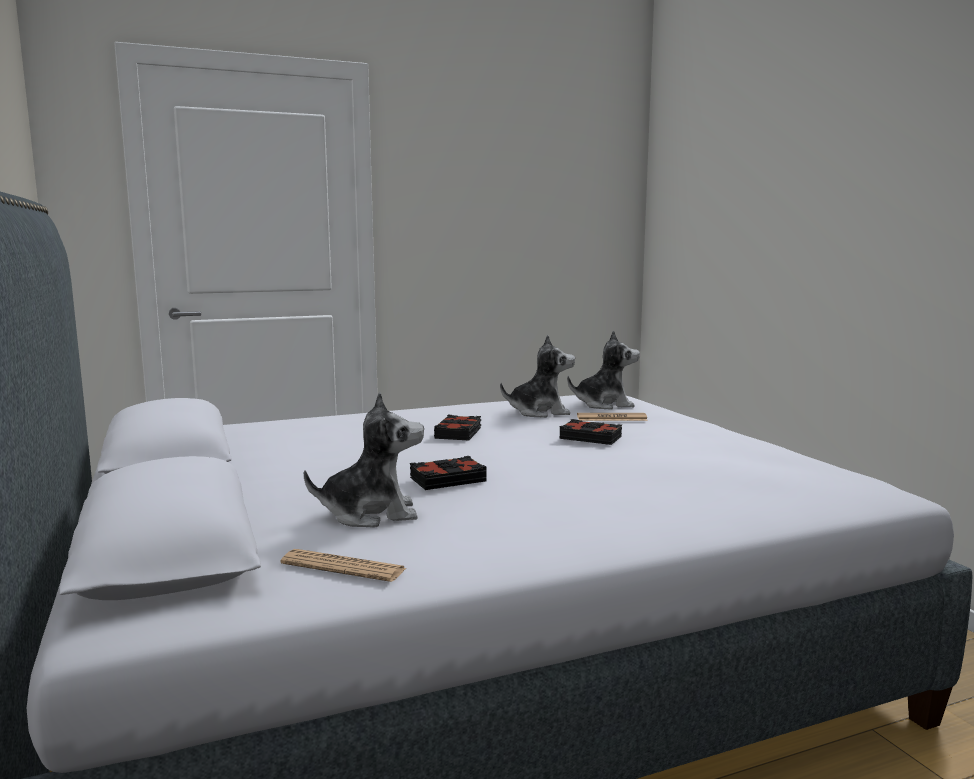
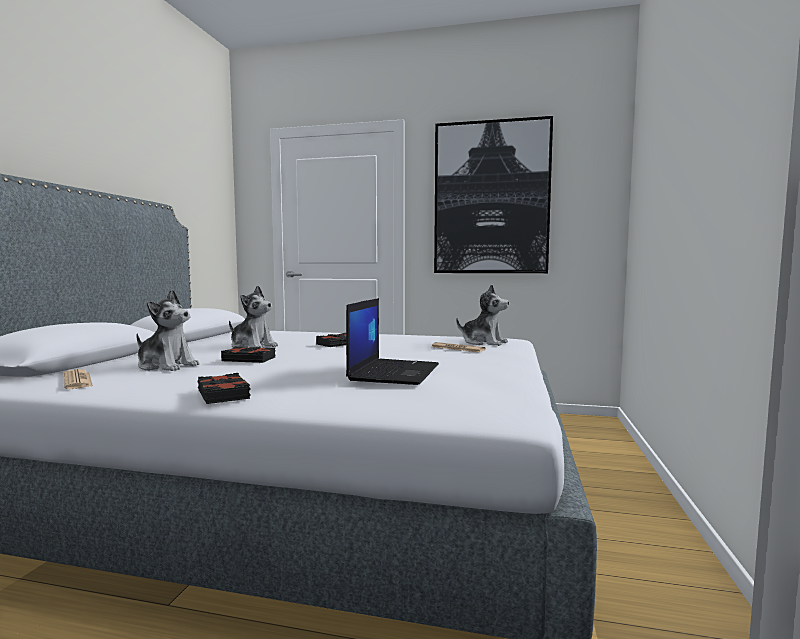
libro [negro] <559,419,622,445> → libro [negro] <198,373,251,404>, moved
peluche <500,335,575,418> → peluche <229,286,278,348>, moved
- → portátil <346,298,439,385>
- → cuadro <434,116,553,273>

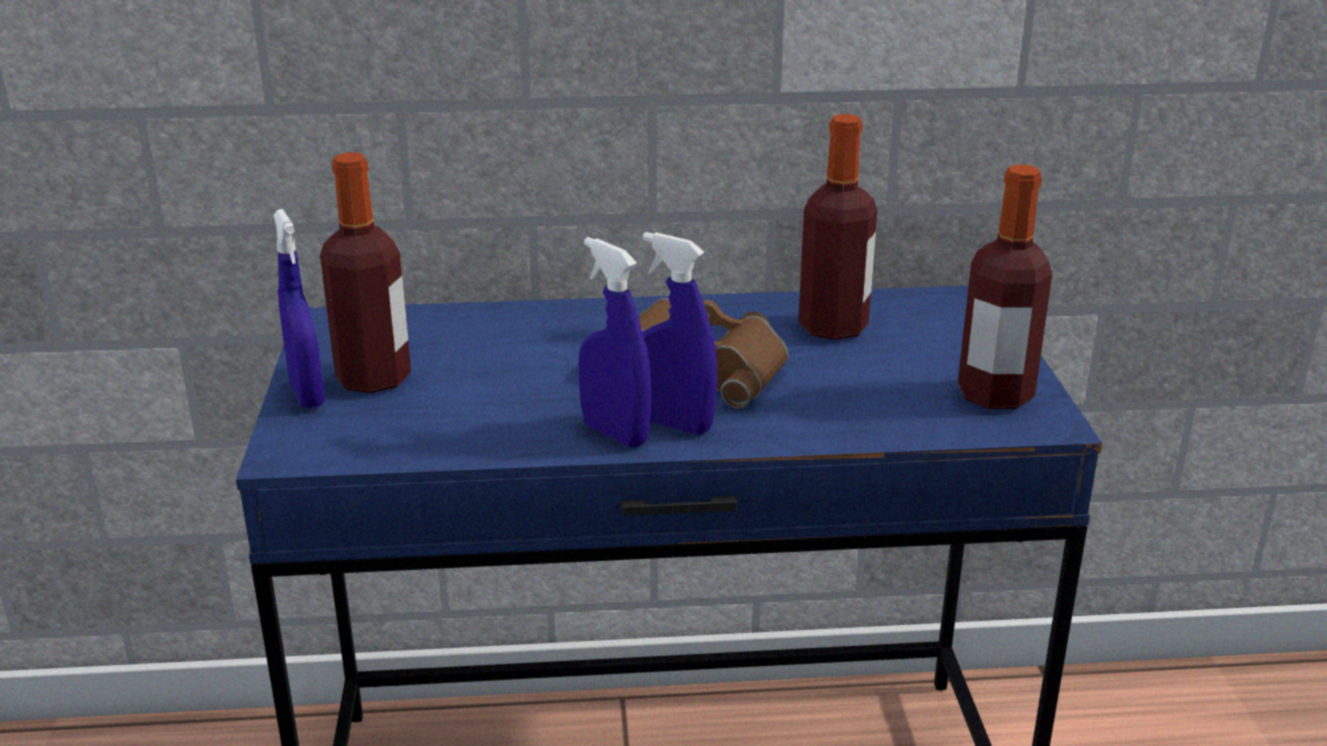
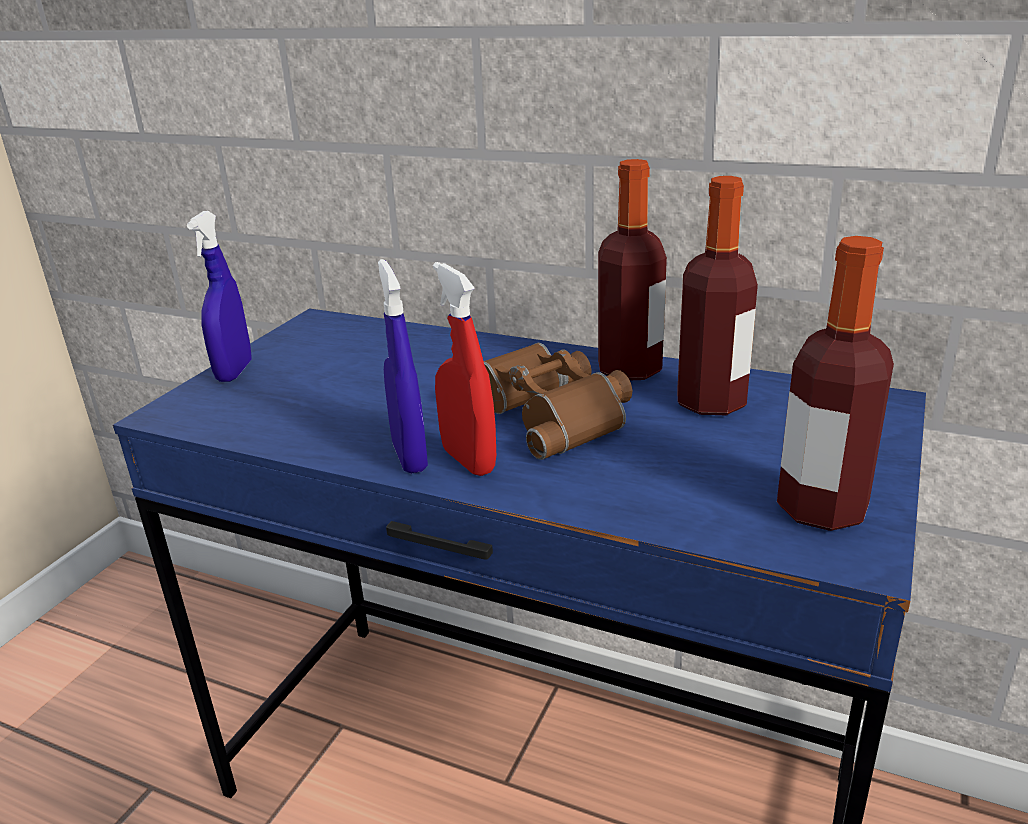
pulverizador [azul] <643,232,717,435> → pulverizador [rojo] <433,262,496,476>
botella <320,152,411,393> → botella <598,159,667,380>, moved

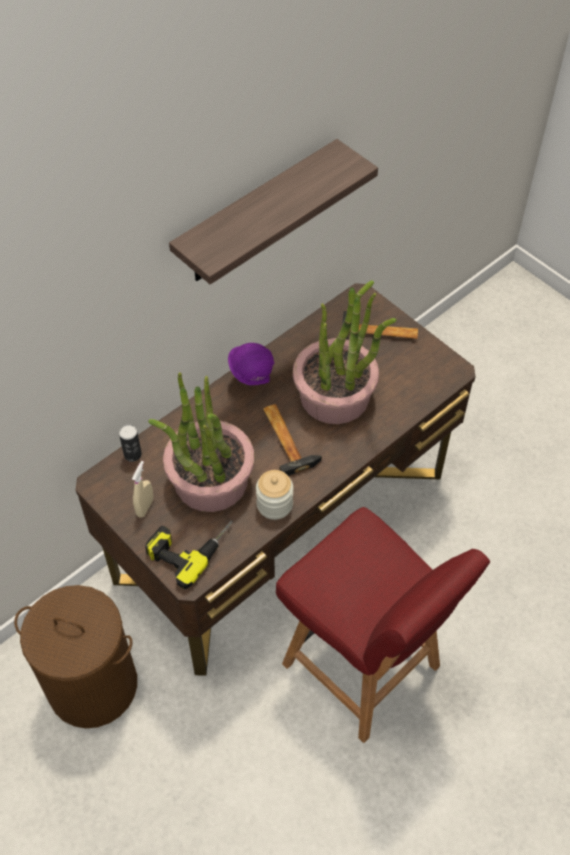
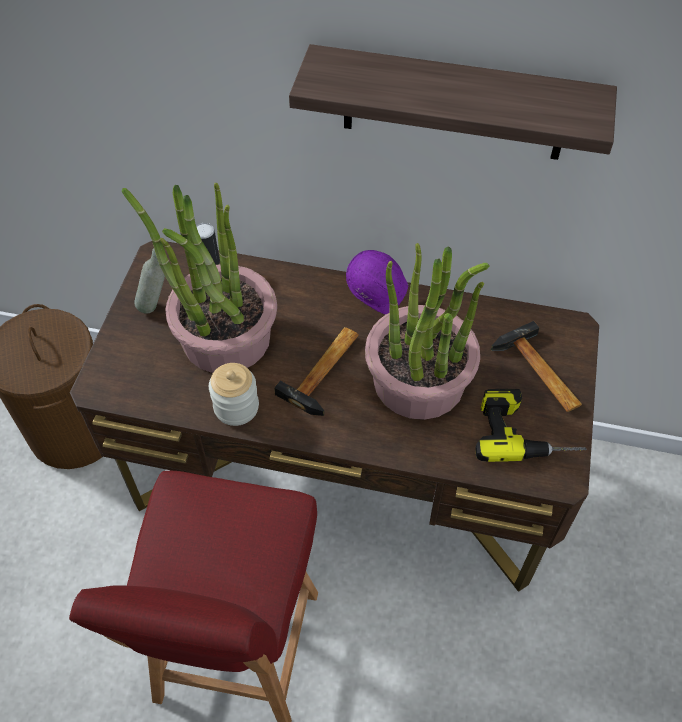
pulverizador [beis] <132,461,153,517> → botella [gris] <134,248,165,314>
taladro <145,521,233,589> → taladro <475,389,586,462>, moved

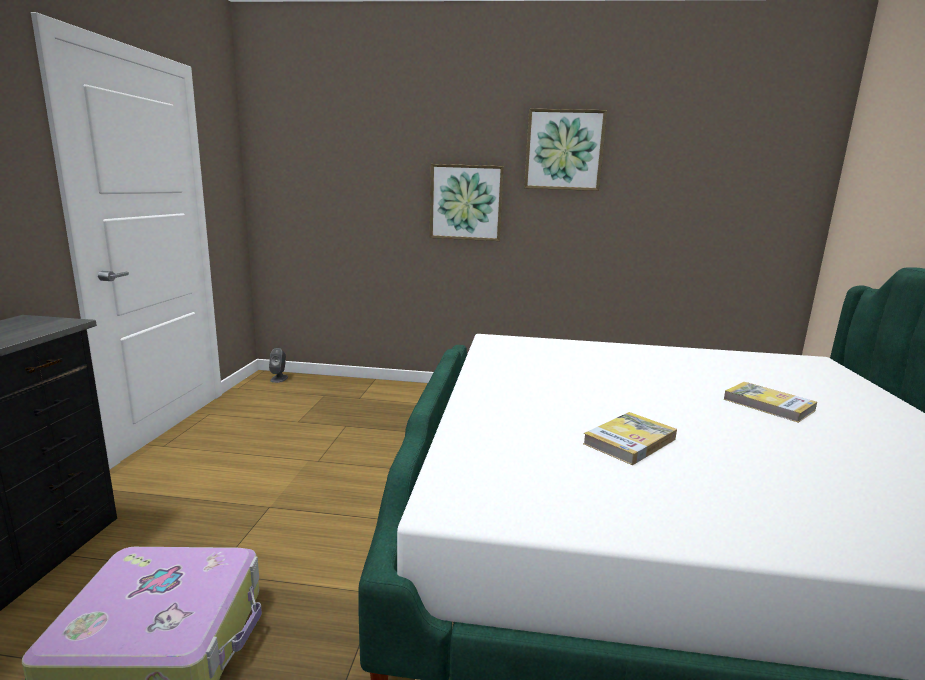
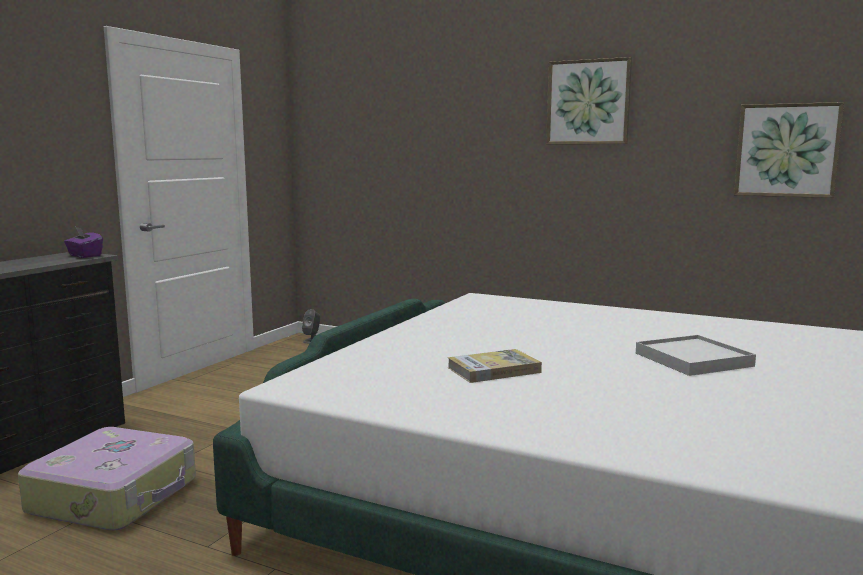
- → caja de pañuelos [morado] <64,227,103,258>
libro <723,382,817,423> → bandeja [blanco] <636,335,756,376>
cuadro <430,164,504,241> → cuadro <734,102,844,198>, moved

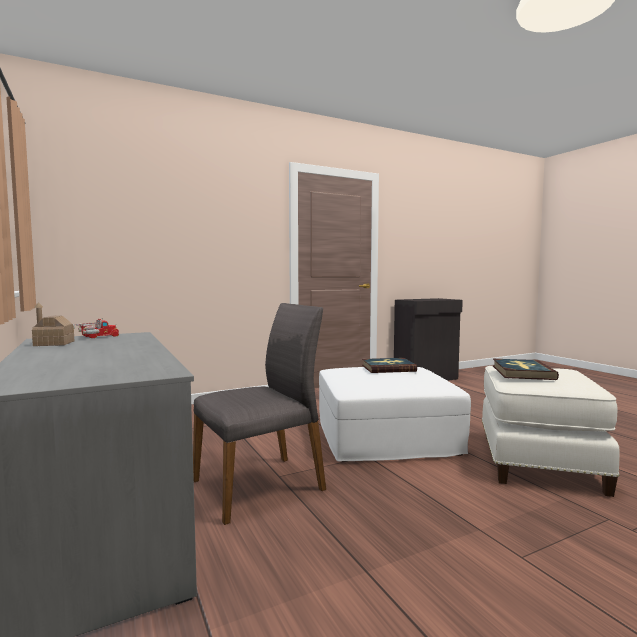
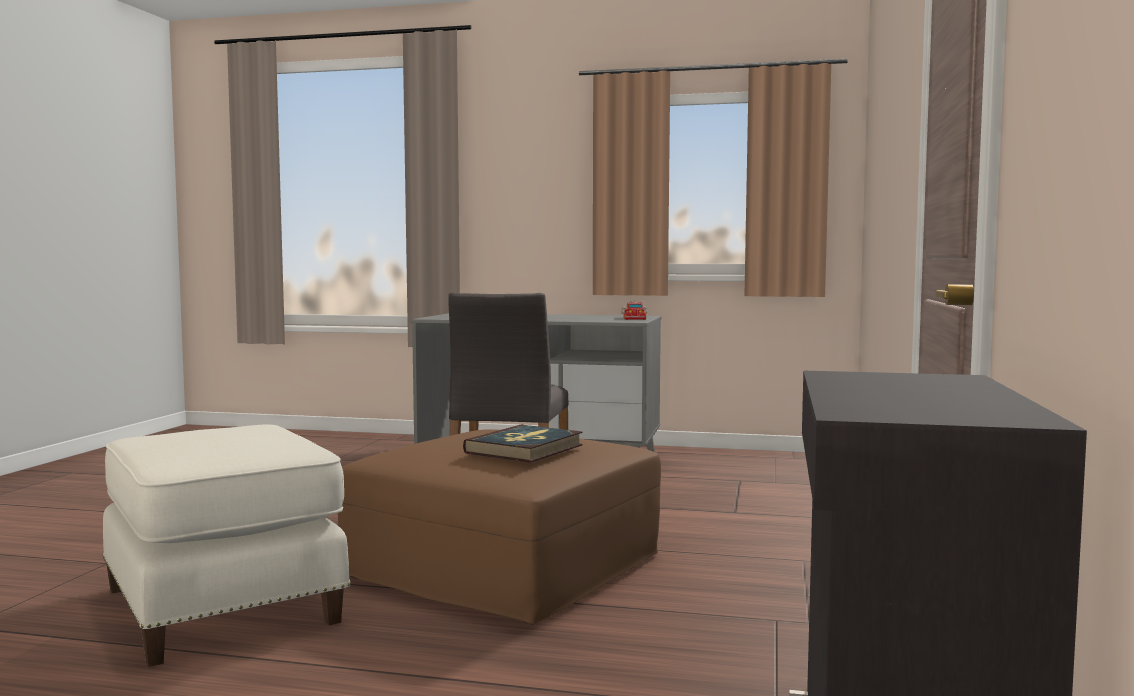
puf [blanco] <319,367,471,462> → puf [marrón] <338,429,661,624>
casita <32,302,74,346> → -
libro <493,359,559,380> → -

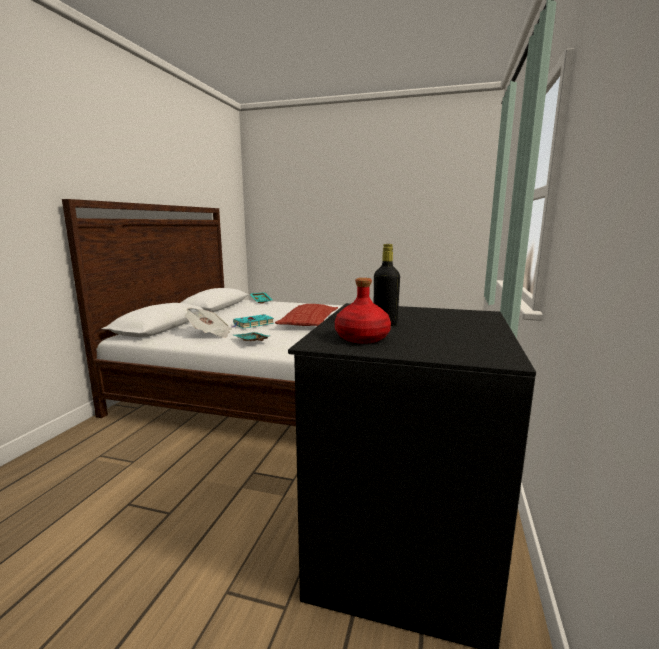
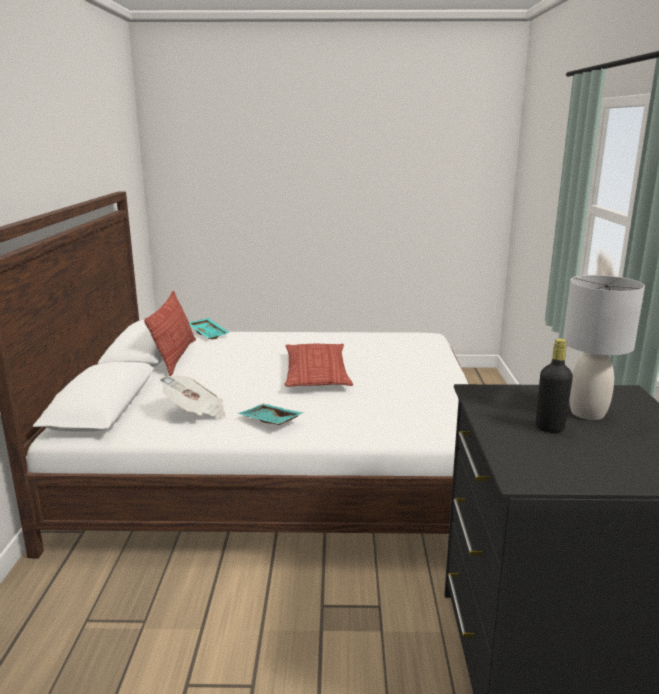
- → cojín <144,291,196,376>
- → lámpara de mesa [gris] <563,275,645,420>
libro [turquesa] <232,314,274,329> → -
botella [rojo] <335,278,391,344> → -

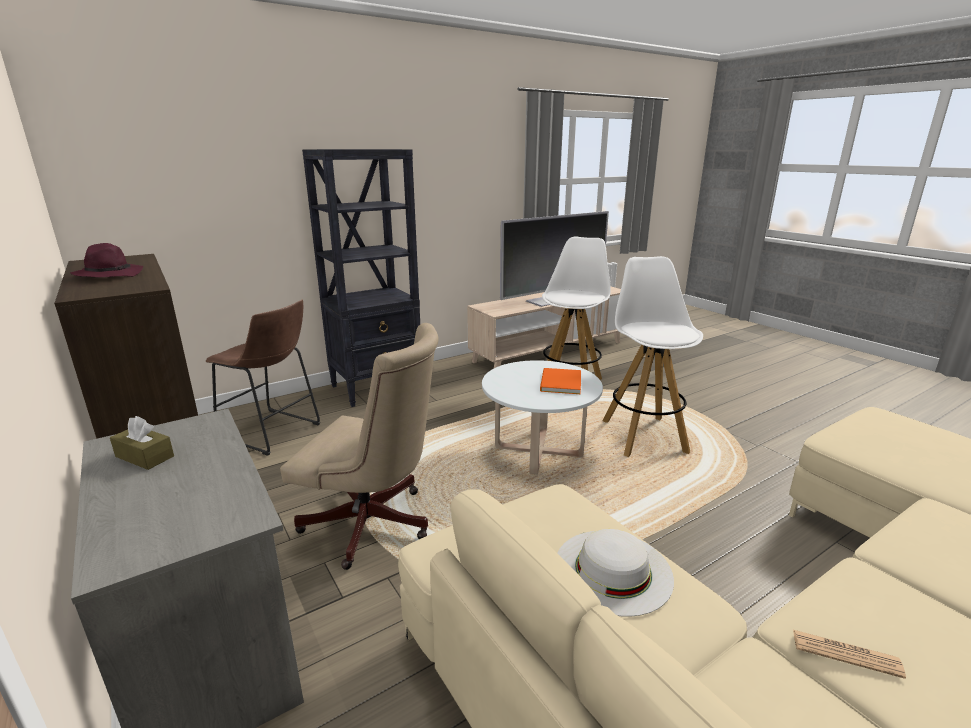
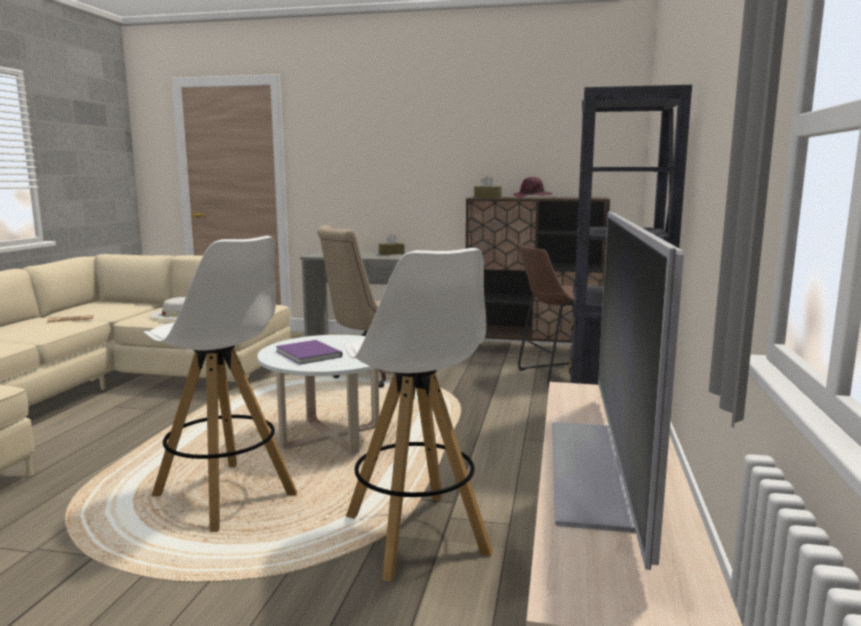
libro [naranja] <540,368,581,394> → libro [morado] <276,340,343,365>
- → caja de pañuelos [marrón] <474,176,502,198>

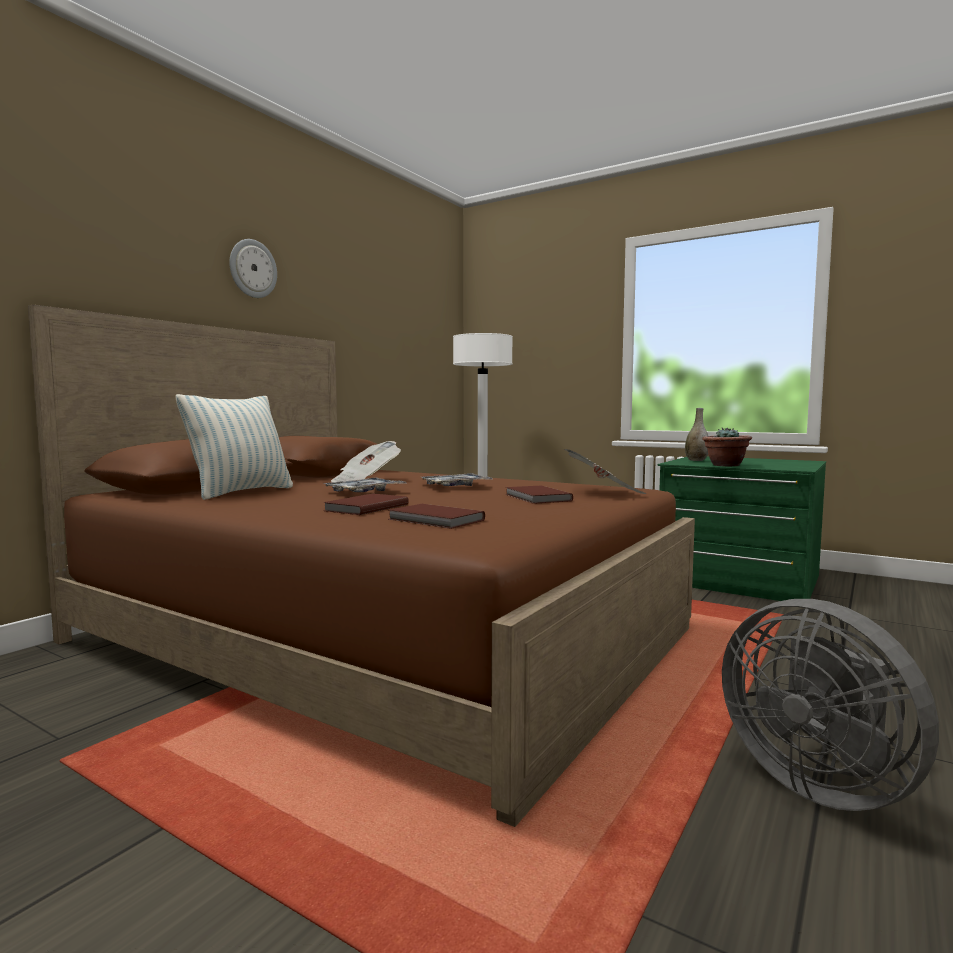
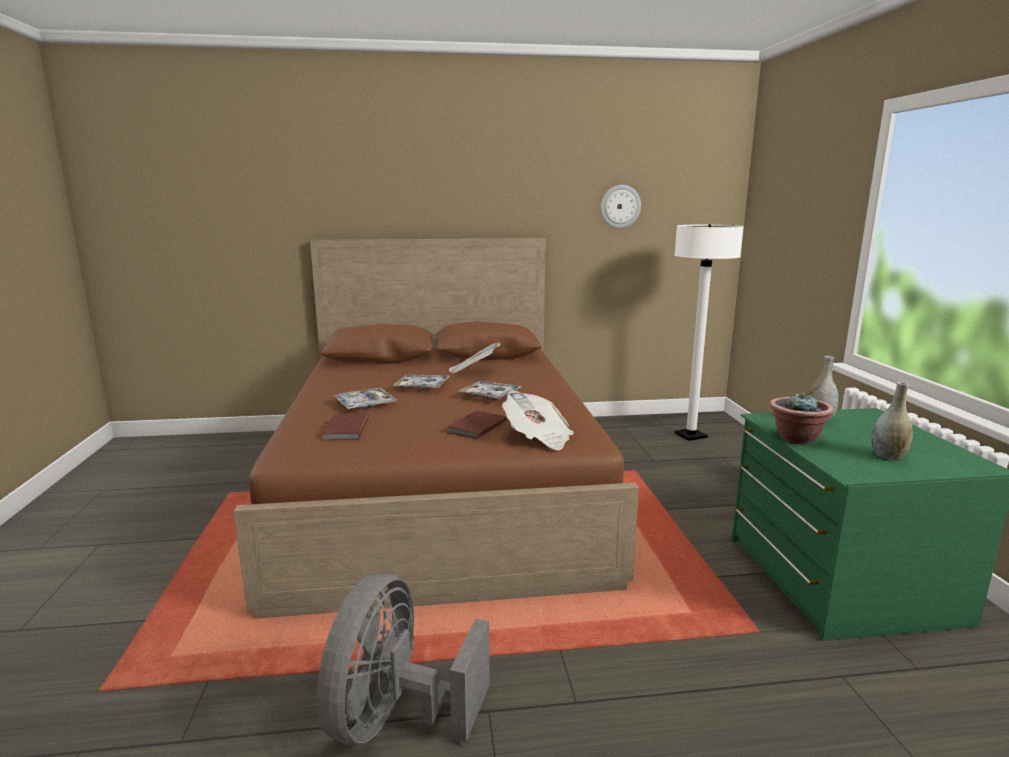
libro [marrón] <323,493,409,515> → bandeja <333,388,397,409>
reloj de pared <229,239,277,298> → reloj de pared <600,185,641,229>, moved
- → florero [gris] <871,382,913,460>
cojín <176,394,293,500> → -

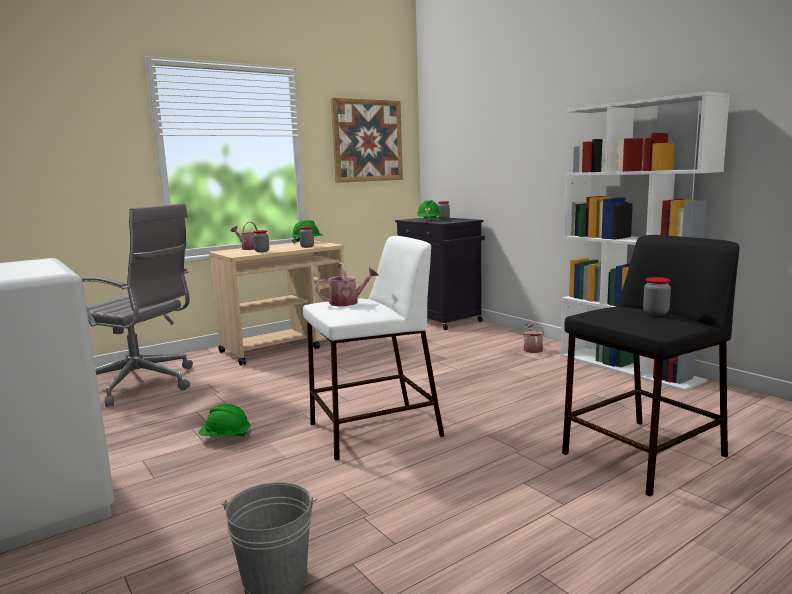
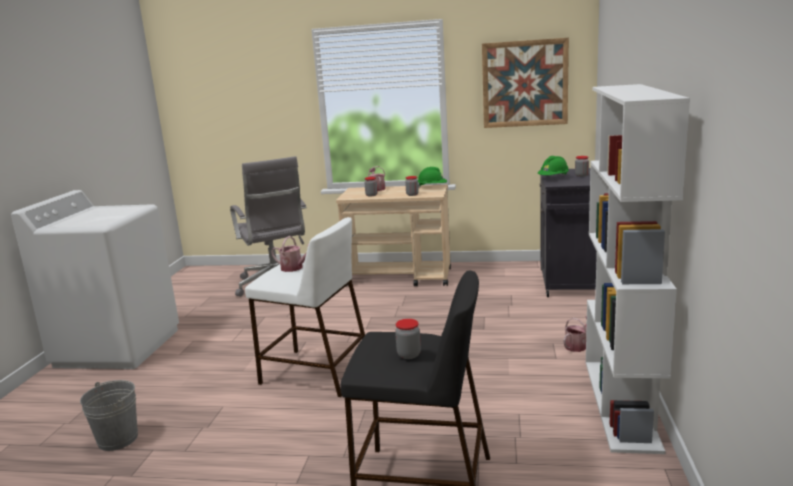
casco [verde] <199,404,252,437> → -

